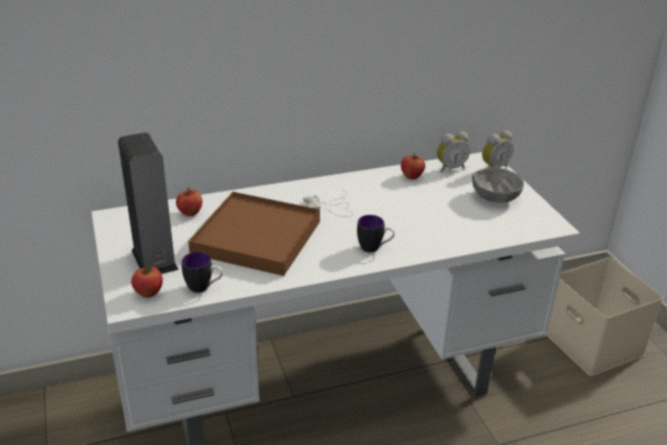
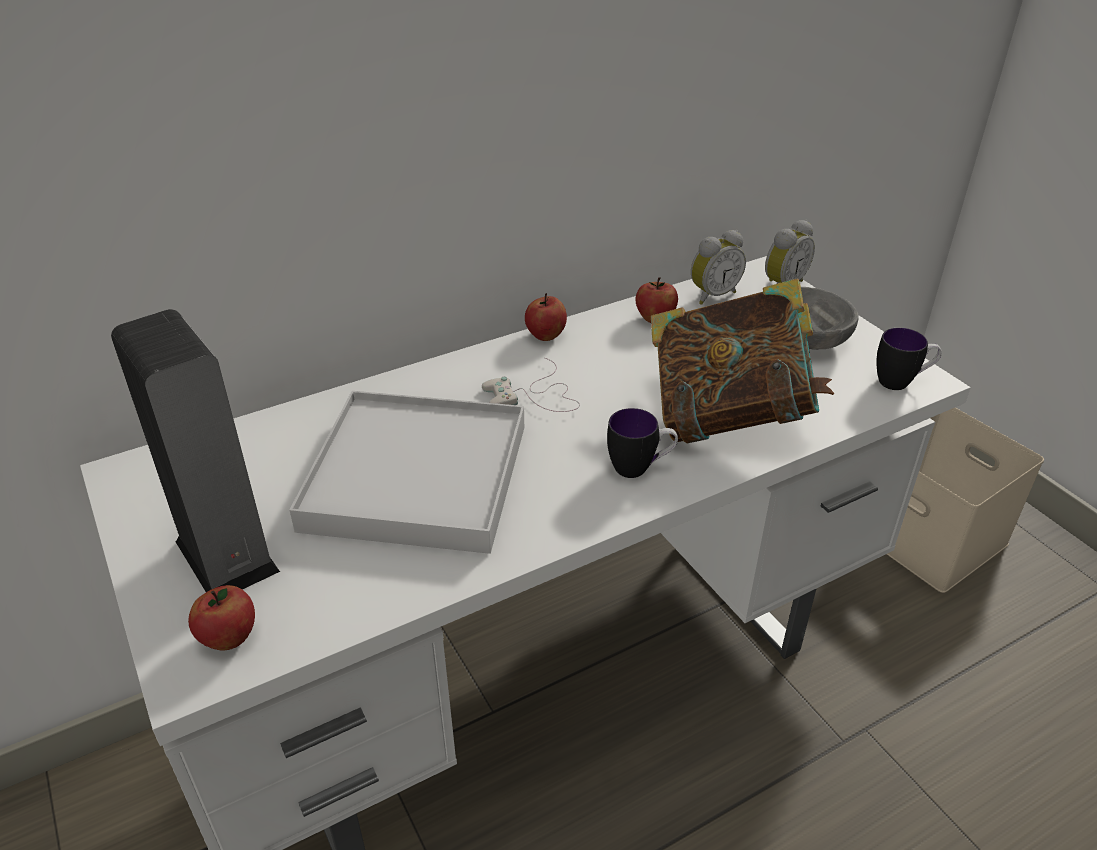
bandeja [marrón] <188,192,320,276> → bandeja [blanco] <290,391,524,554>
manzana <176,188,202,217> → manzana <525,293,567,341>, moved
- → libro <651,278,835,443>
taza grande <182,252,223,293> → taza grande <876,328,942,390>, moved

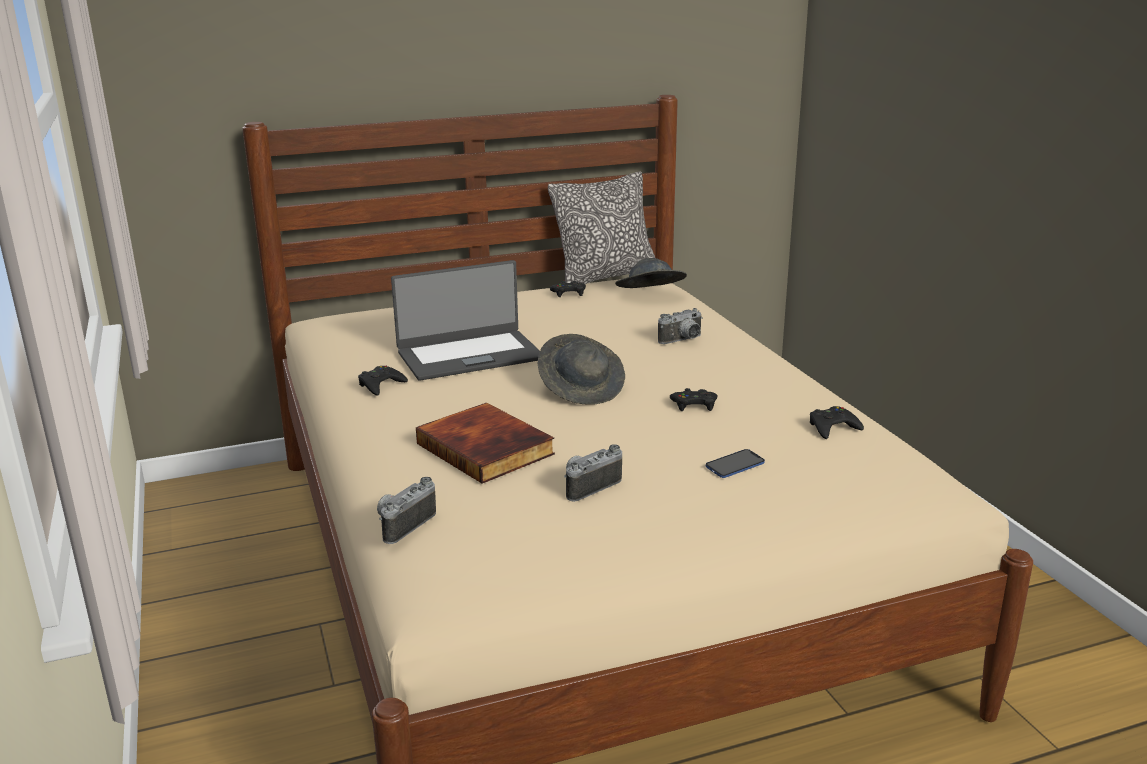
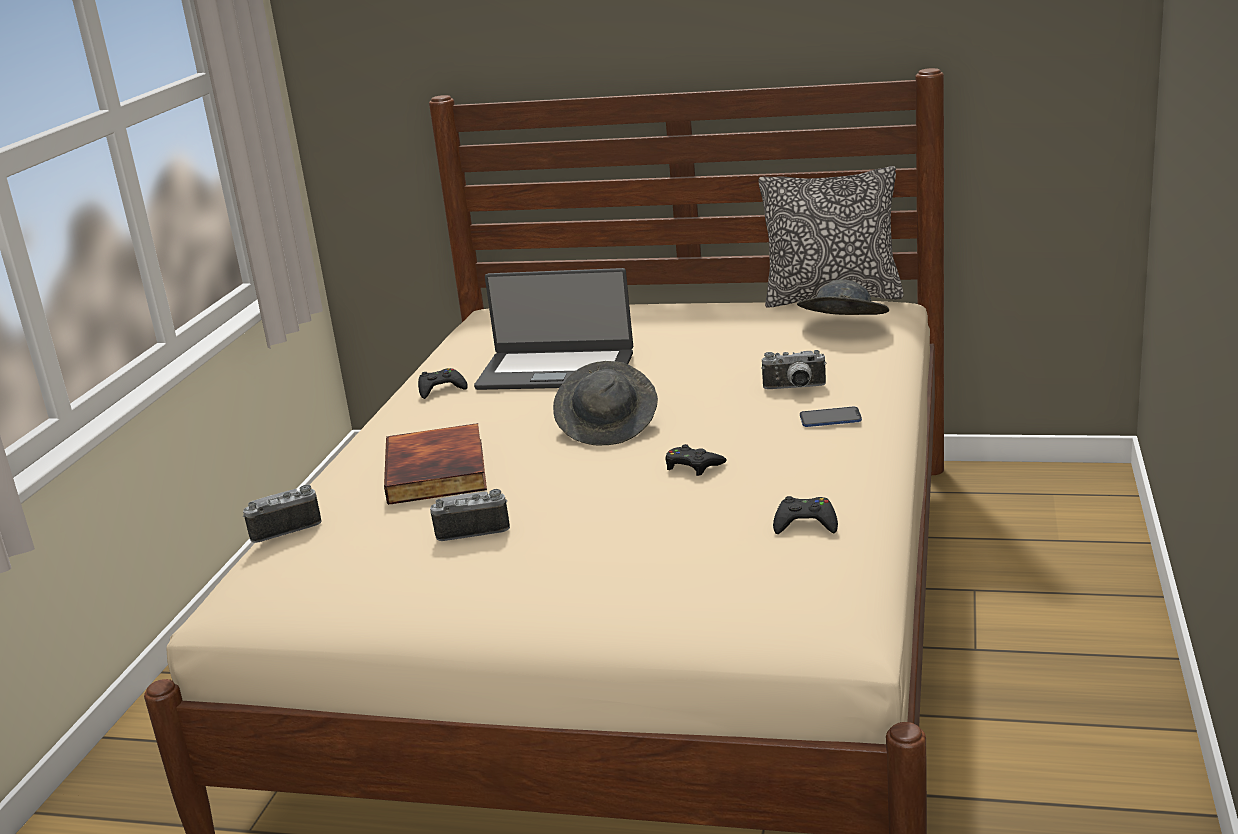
móvil <706,449,765,478> → móvil <800,406,862,427>, moved
mando de consola [negro] <550,281,586,297> → -

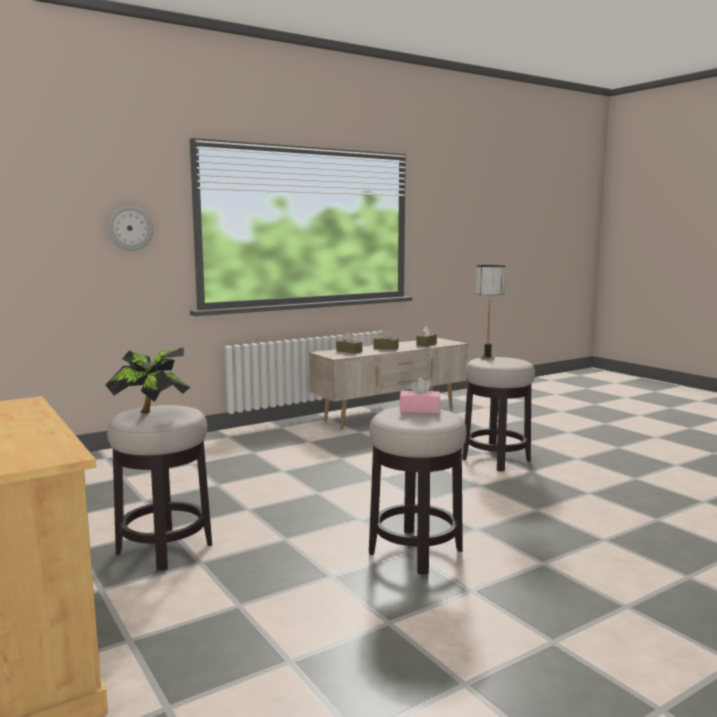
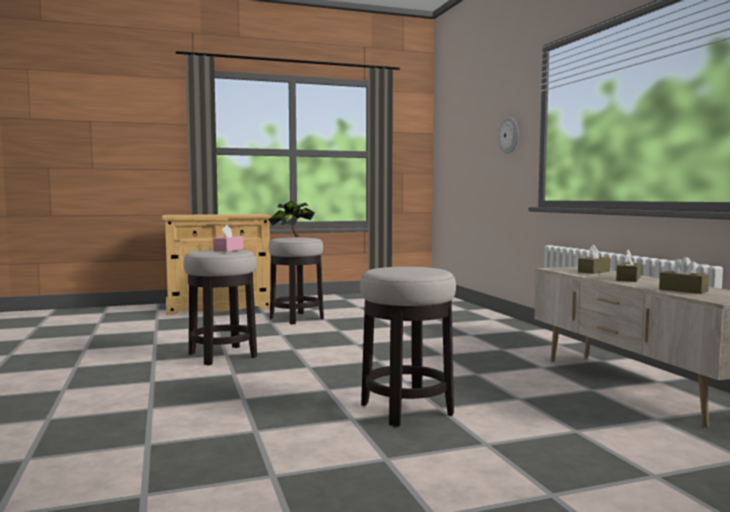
lámpara de mesa <475,265,506,359> → -

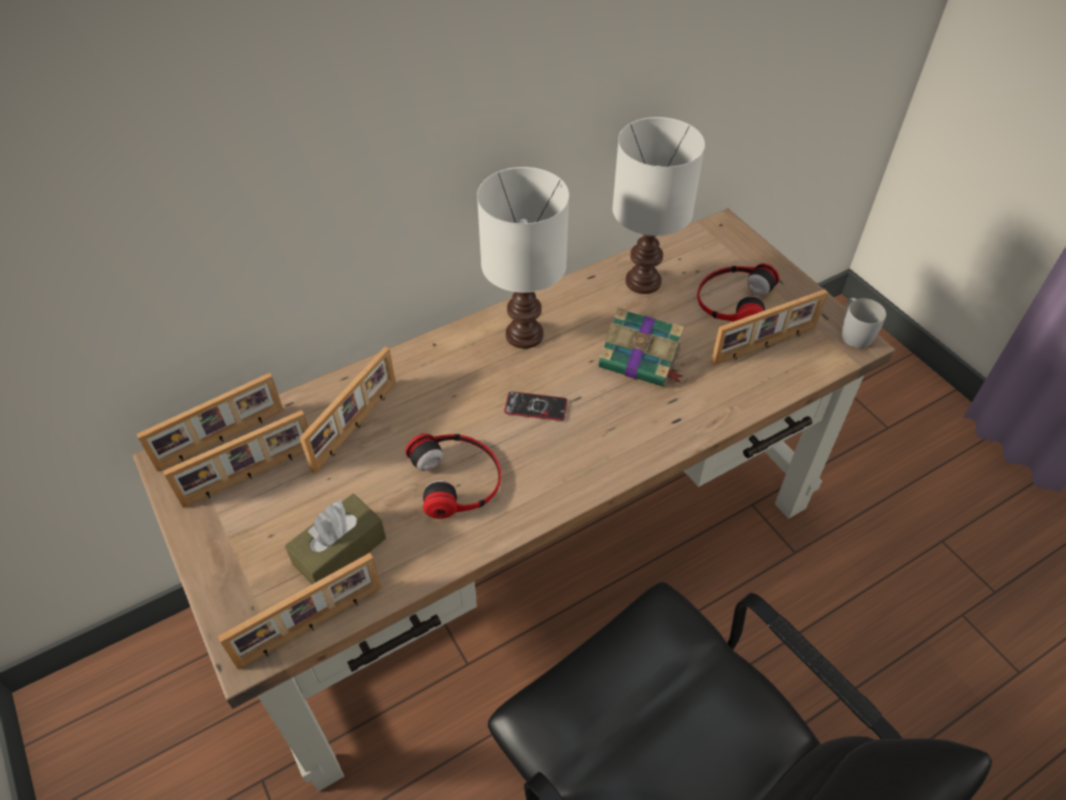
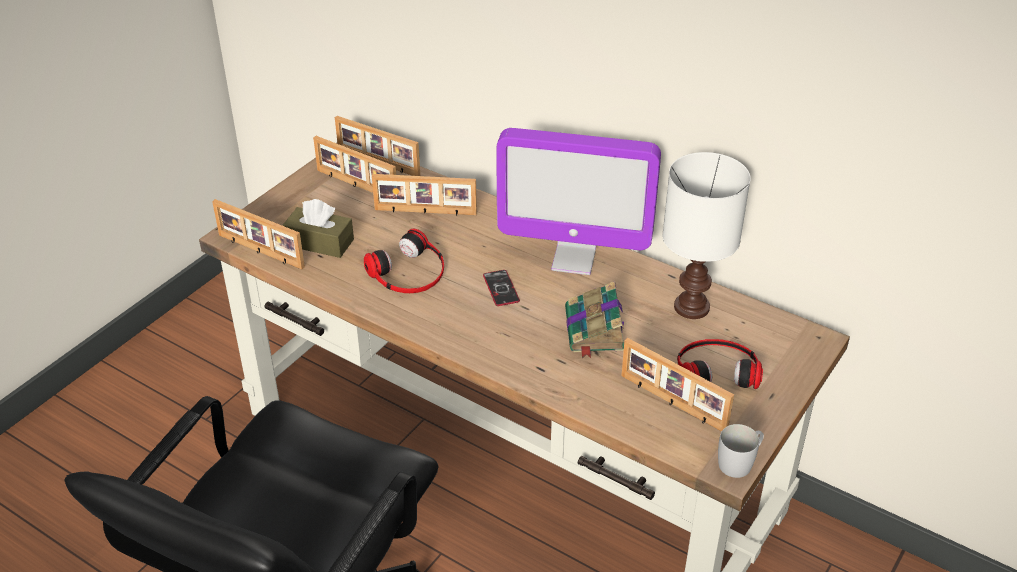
lámpara de mesa [blanco] <477,167,569,349> → monitor <497,128,661,275>

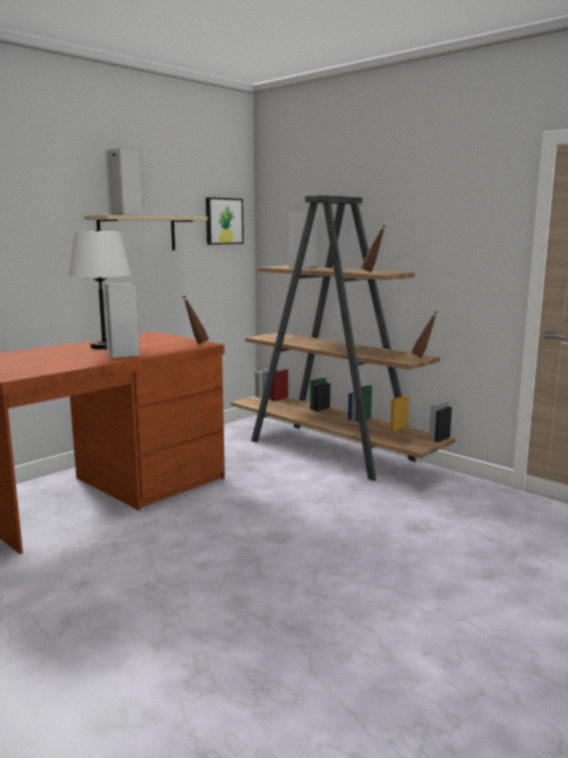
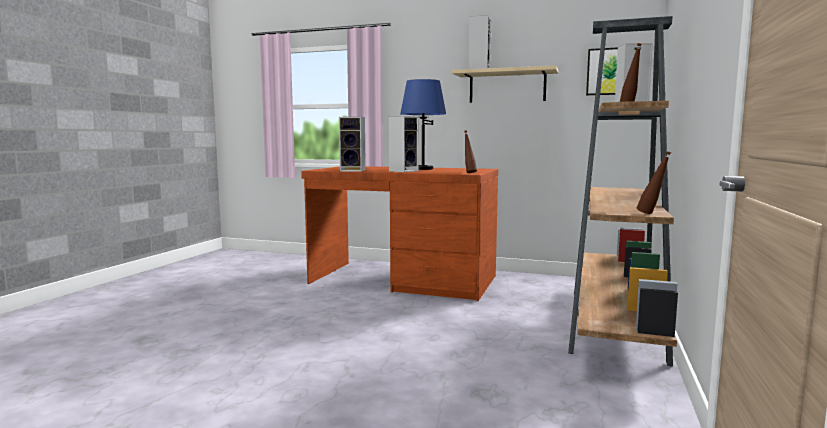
- → altavoz <339,117,366,172>
lámpara de mesa [blanco] <68,230,131,349> → lámpara de mesa [azul] <400,79,446,170>

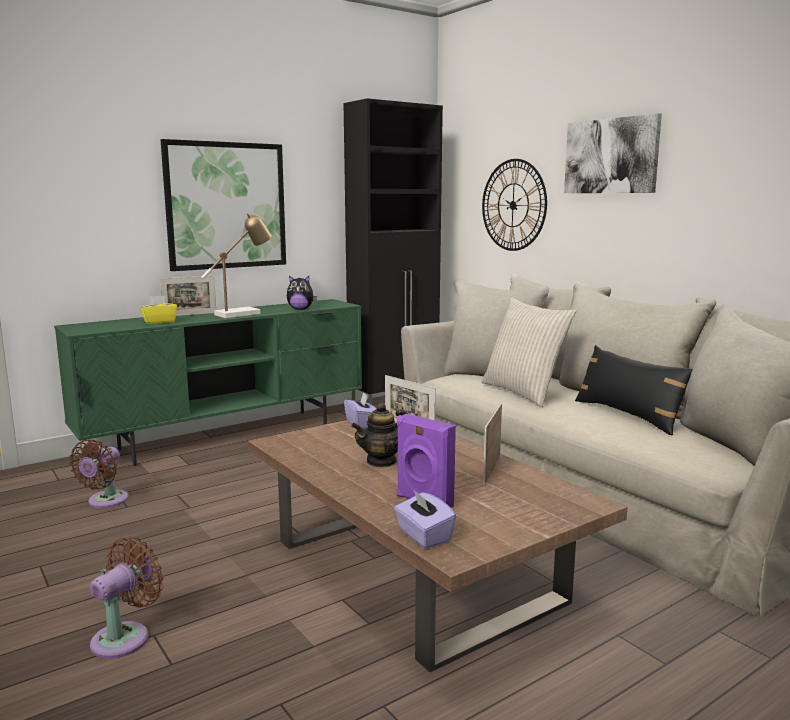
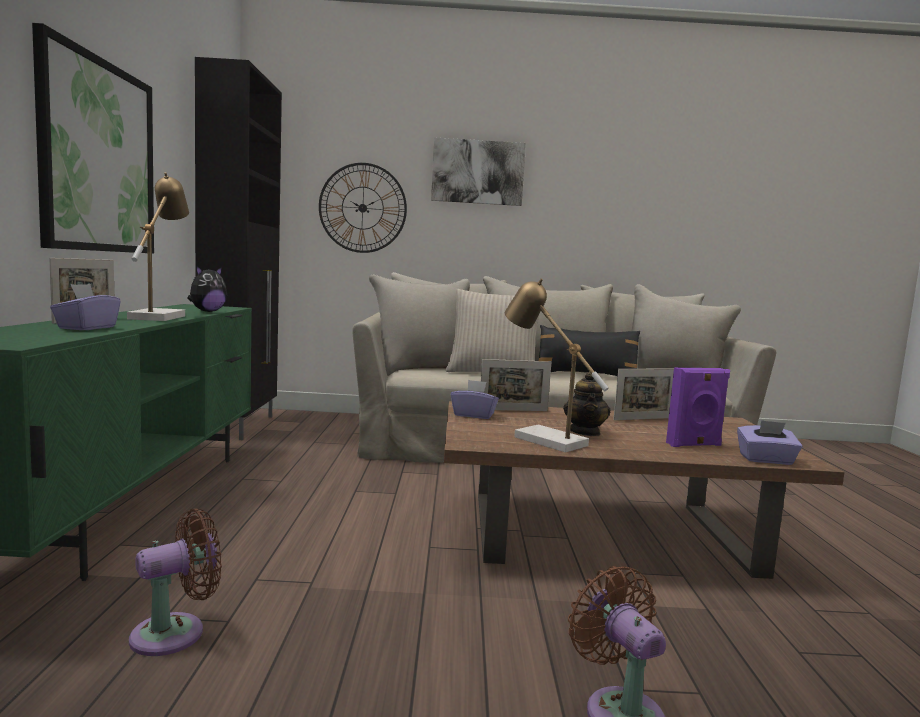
caja de pañuelos [amarillo] <140,295,177,324> → caja de pañuelos [morado] <50,284,121,330>
ventilador [marrón] <69,439,129,508> → ventilador [marrón] <129,508,222,656>, 90 degrees counterclockwise
- → lámpara de mesa <505,279,609,452>
portarretratos <483,403,502,485> → portarretratos <613,369,674,420>, 75 degrees counterclockwise

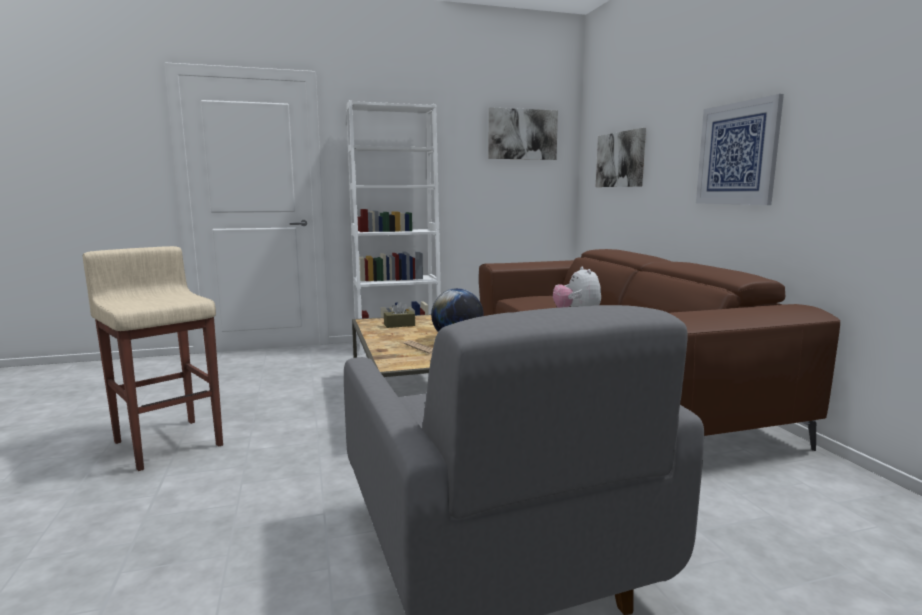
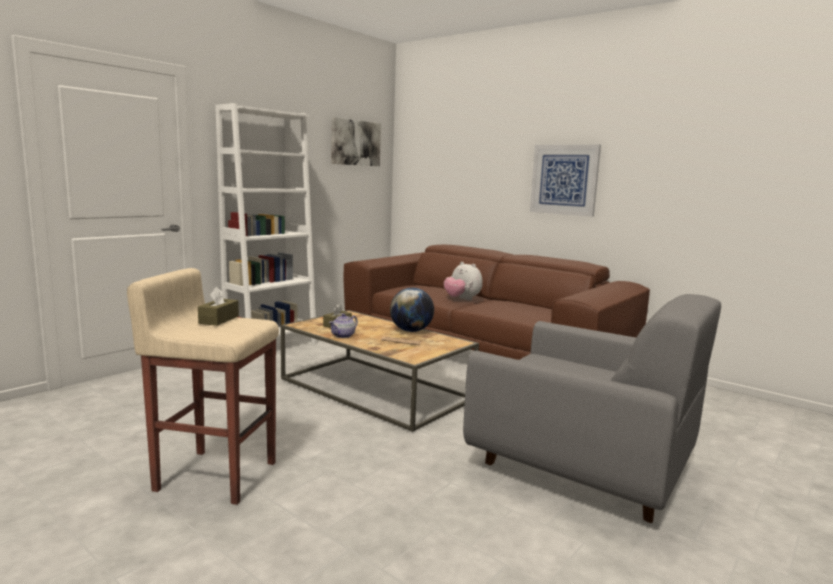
- → caja de pañuelos [marrón] <198,287,239,326>
- → tetera <329,313,358,338>
cuadro <596,128,646,187> → -

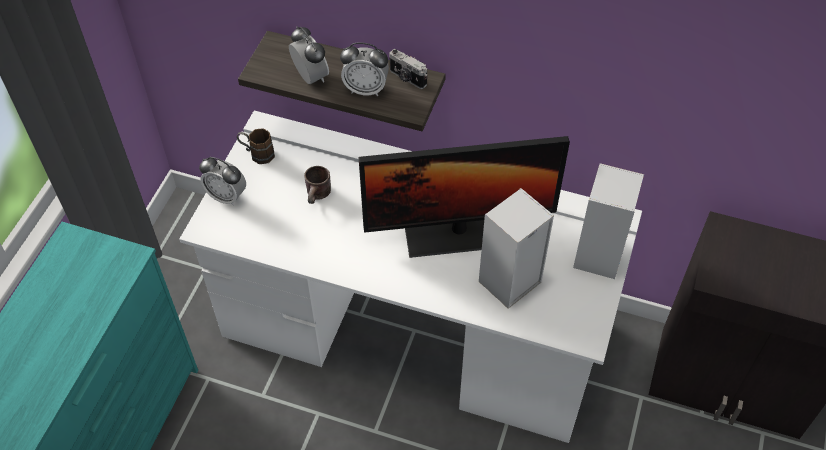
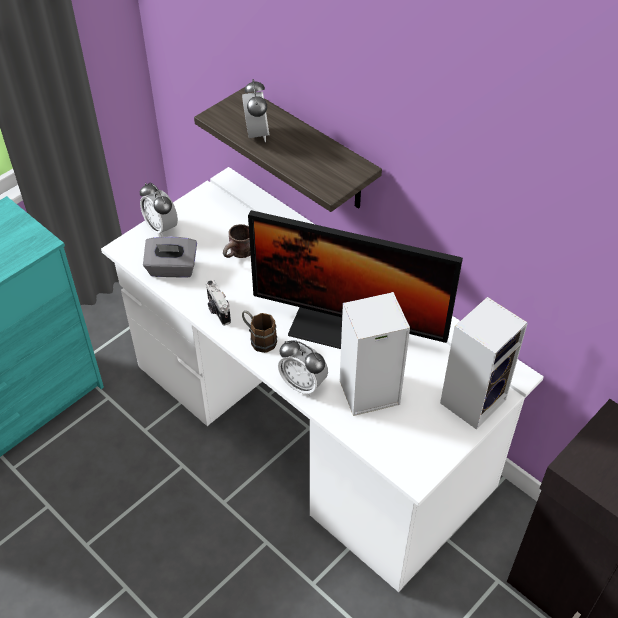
- → caja de pañuelos [gris] <143,236,197,278>
cámara <389,49,427,89> → cámara <206,280,231,326>, moved
taza grande [marrón] <237,128,275,164> → taza grande [marrón] <242,311,277,353>, moved
despertador <340,42,389,96> → despertador <278,340,328,396>, moved

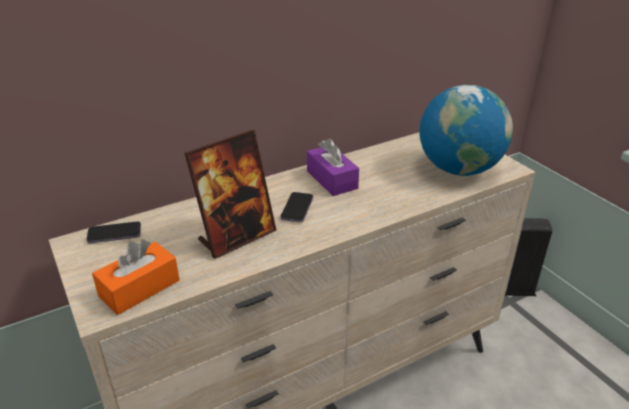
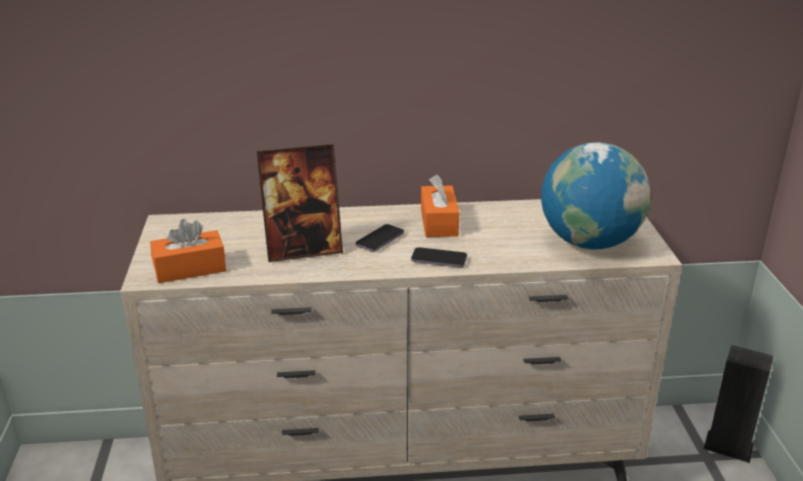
móvil <86,221,141,243> → móvil <411,247,467,268>, moved
caja de pañuelos [morado] <307,138,359,196> → caja de pañuelos [naranja] <421,175,459,237>

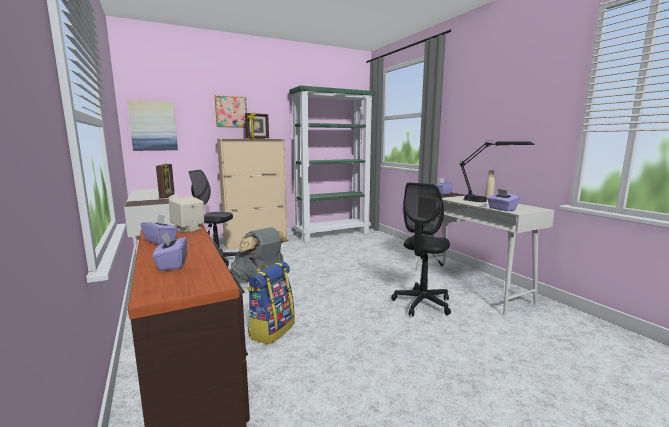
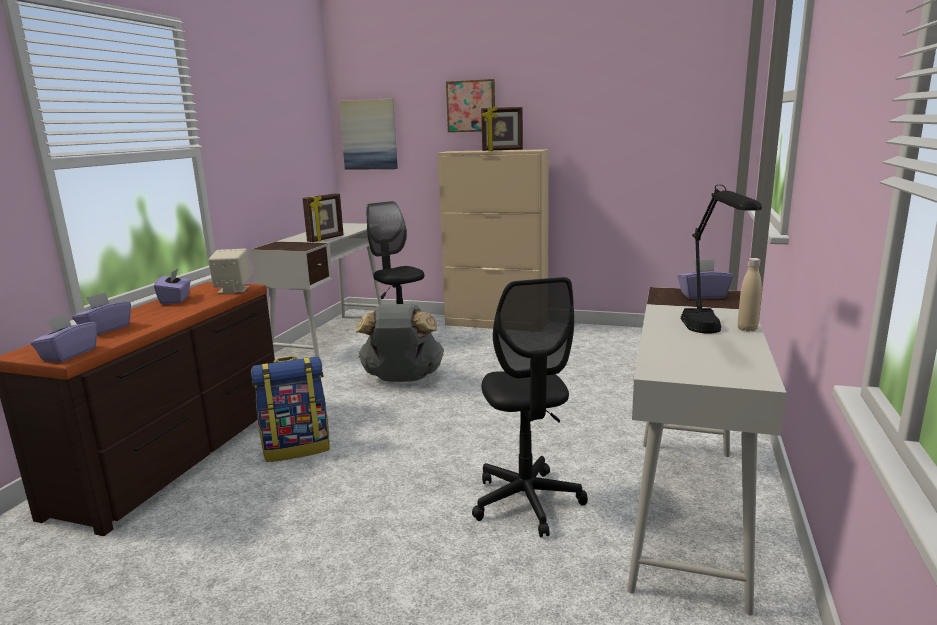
caja de pañuelos [morado] <487,189,520,211> → caja de pañuelos [morado] <31,313,97,362>, moved
silla de oficina [negro] <391,183,451,316> → silla de oficina [negro] <472,277,588,537>, 90 degrees counterclockwise
estantería [verde] <289,85,375,242> → -

